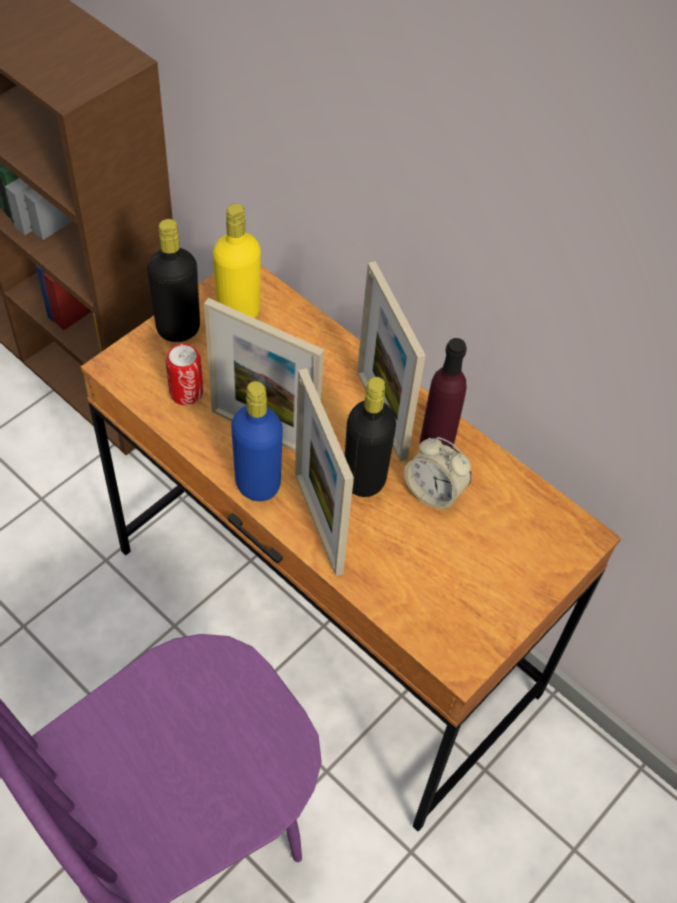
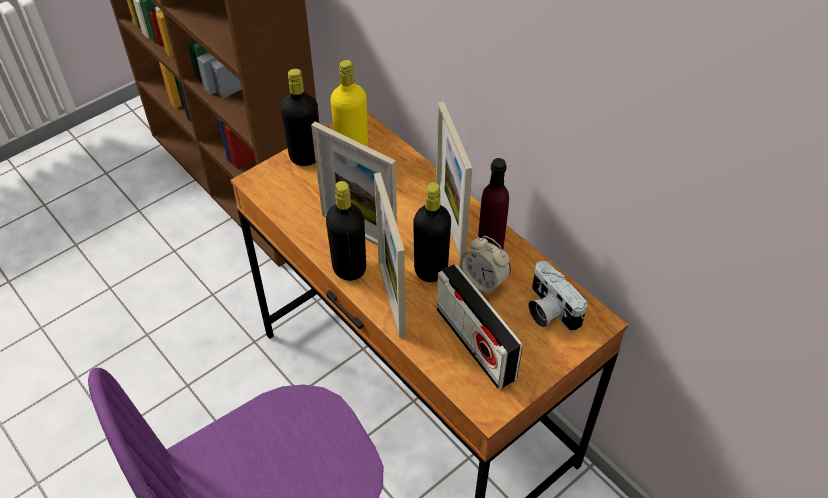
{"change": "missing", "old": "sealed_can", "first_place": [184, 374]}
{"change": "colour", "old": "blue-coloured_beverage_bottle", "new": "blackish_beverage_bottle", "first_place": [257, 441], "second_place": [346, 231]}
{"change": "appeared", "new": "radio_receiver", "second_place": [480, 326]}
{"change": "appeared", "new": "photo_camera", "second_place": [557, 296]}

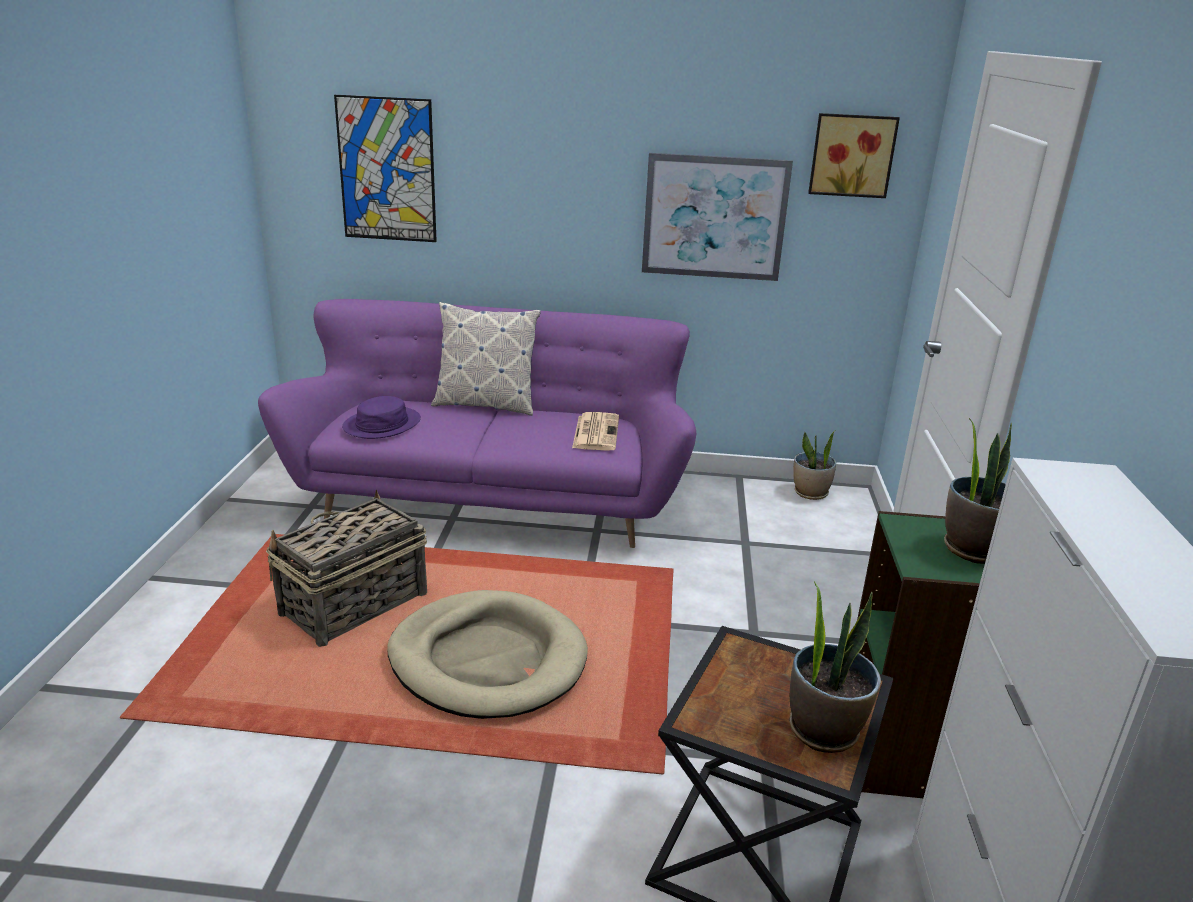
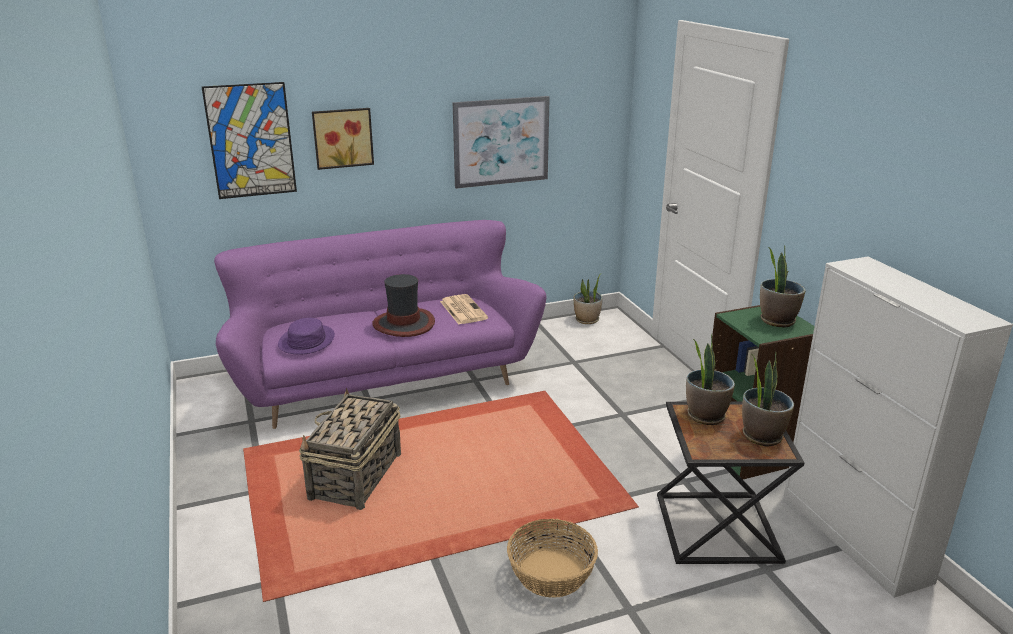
{"change": "missing", "old": "sand-coloured_dog_cushion", "first_place": [487, 654]}
{"change": "missing", "old": "throw_pillow", "first_place": [486, 359]}
{"change": "relocated", "old": "wall_picture", "first_place": [854, 155], "second_place": [343, 139]}
{"change": "appeared", "new": "clothing_hat", "second_place": [403, 305]}
{"change": "appeared", "new": "basket", "second_place": [552, 558]}
{"change": "appeared", "new": "plant_in_a_pot", "second_place": [710, 379]}

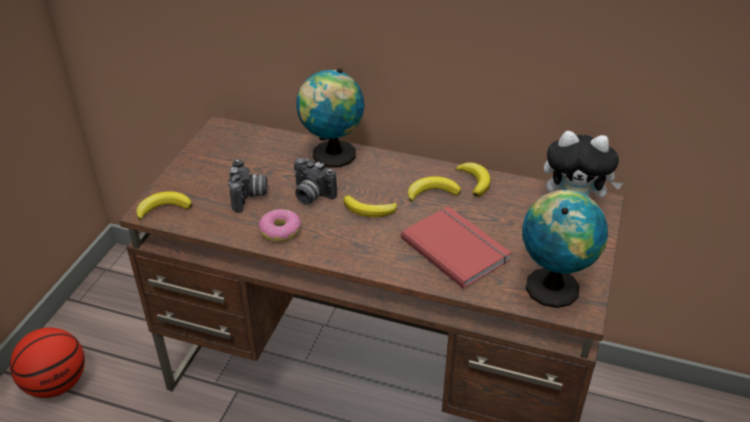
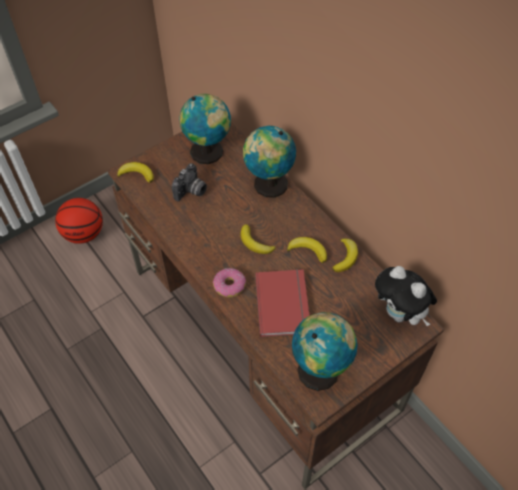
{"change": "relocated", "old": "donut", "first_place": [280, 225], "second_place": [229, 282]}
{"change": "missing", "old": "photo_camera", "first_place": [315, 181]}
{"change": "appeared", "new": "desk_globe", "second_place": [205, 129]}

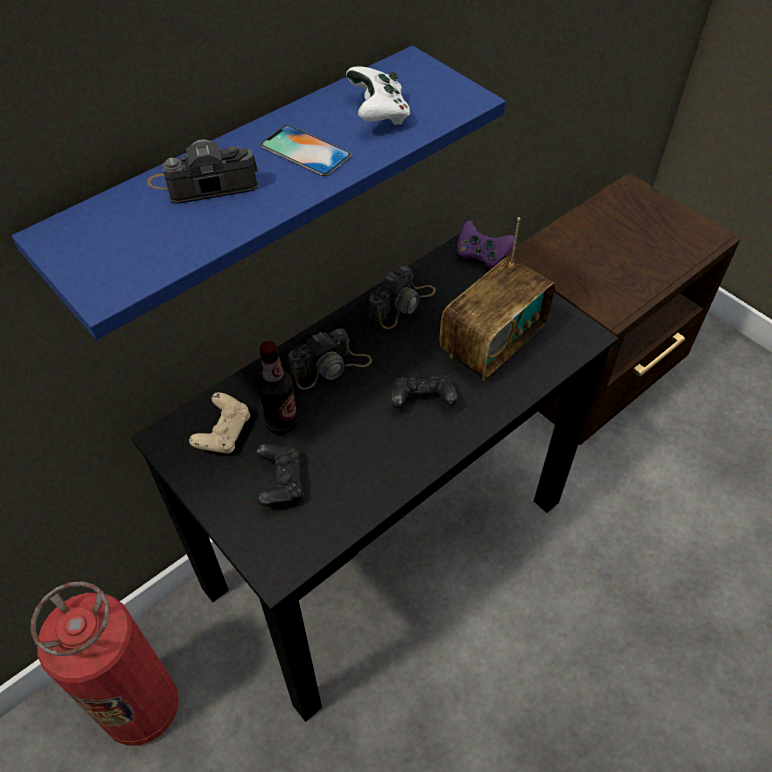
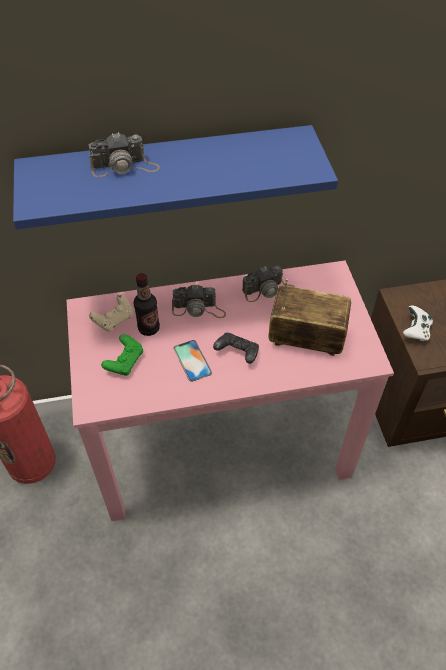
{"change": "colour", "old": "blackish_desk_unit", "new": "pinkish_desk_unit", "first_place": [375, 478], "second_place": [230, 390]}
{"change": "spun", "old": "photo_camera", "first_place": [202, 171], "second_place": [124, 154], "degrees": 150}
{"change": "colour", "old": "blackish_game_controller", "new": "green-coloured_game_controller", "first_place": [280, 475], "second_place": [122, 355]}
{"change": "relocated", "old": "handset", "first_place": [306, 150], "second_place": [193, 361]}
{"change": "relocated", "old": "whitish_game_controller", "first_place": [378, 95], "second_place": [418, 323]}
{"change": "spun", "old": "radio_receiver", "first_place": [497, 299], "second_place": [309, 317], "degrees": -150}
{"change": "missing", "old": "purplish_game_controller", "first_place": [486, 245]}

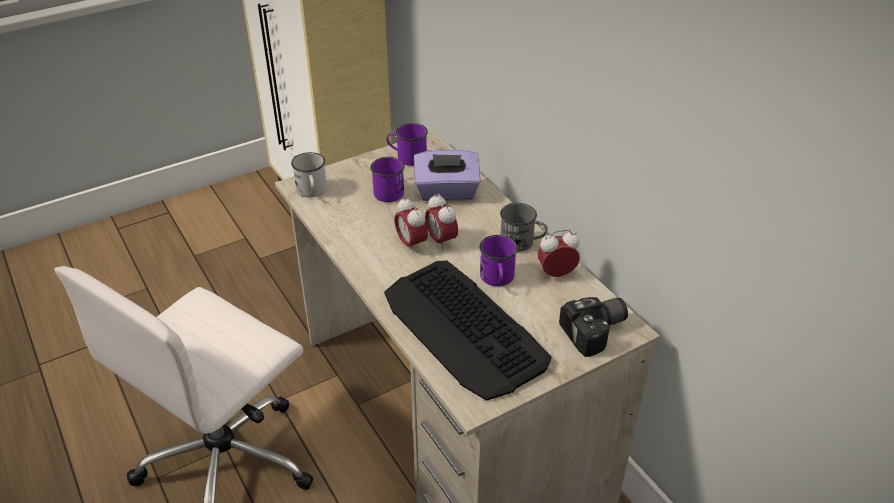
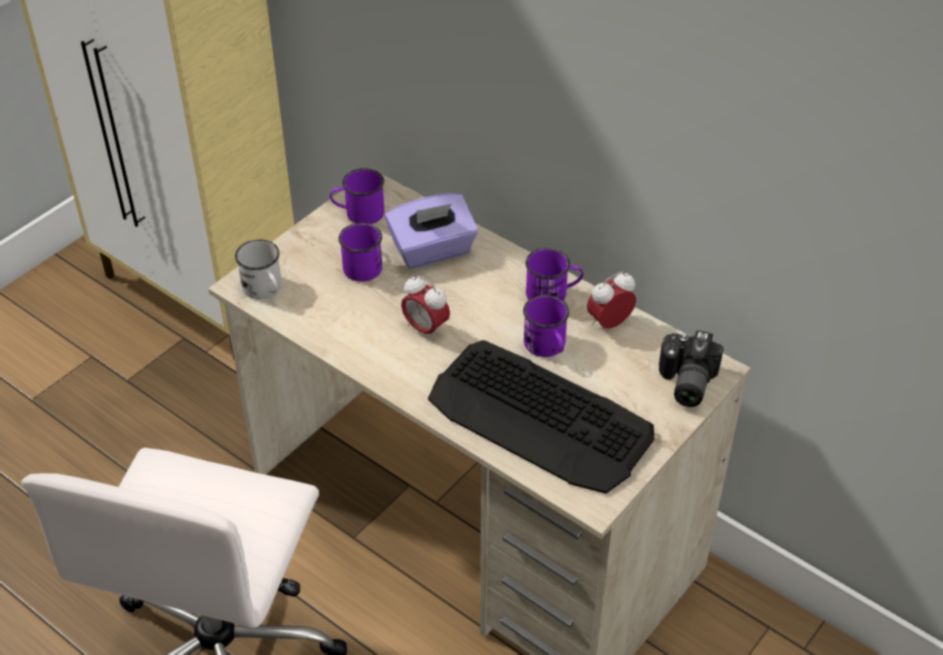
{"change": "missing", "old": "bedside_clock", "first_place": [441, 222]}
{"change": "colour", "old": "greyish_mug", "new": "purplish_mug", "first_place": [524, 227], "second_place": [554, 274]}
{"change": "spun", "old": "photo_camera", "first_place": [593, 327], "second_place": [691, 368], "degrees": 150}

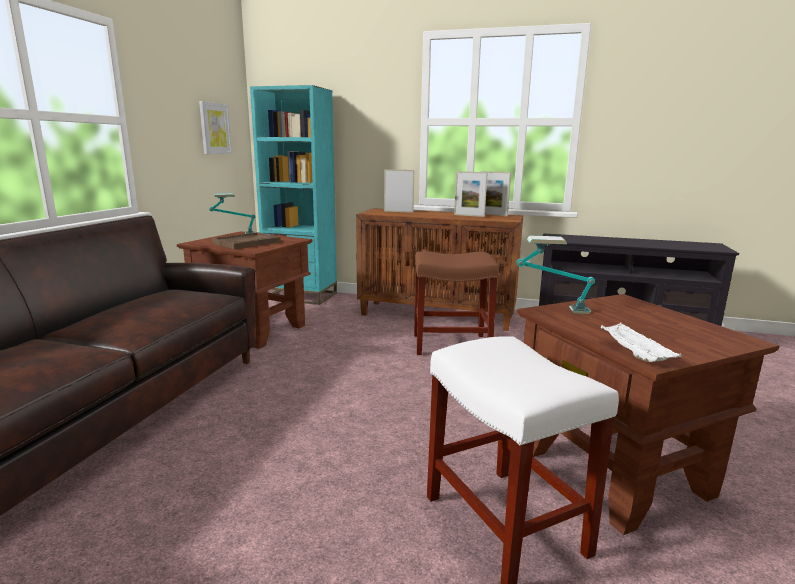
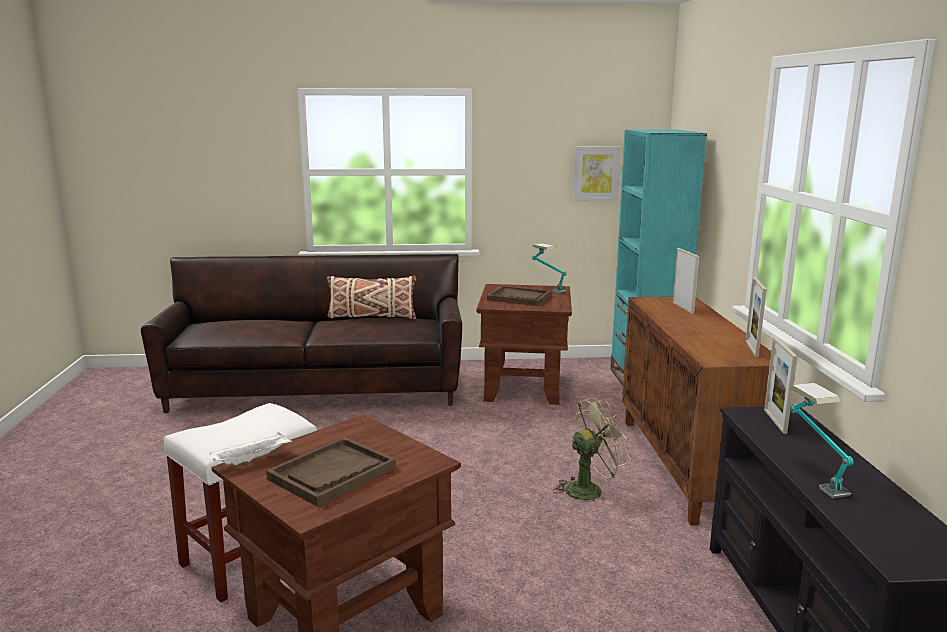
{"change": "exchanged", "old": "brownish_stool_seat", "new": "green-coloured_fan", "first_place": [456, 303], "second_place": [592, 450]}
{"change": "relocated", "old": "photo_frame", "first_place": [471, 194], "second_place": [780, 385]}
{"change": "relocated", "old": "lamp_for_a_table", "first_place": [556, 275], "second_place": [821, 440]}
{"change": "appeared", "new": "brownish_serving_tray", "second_place": [331, 472]}
{"change": "appeared", "new": "sand-coloured_throw_pillow", "second_place": [371, 297]}

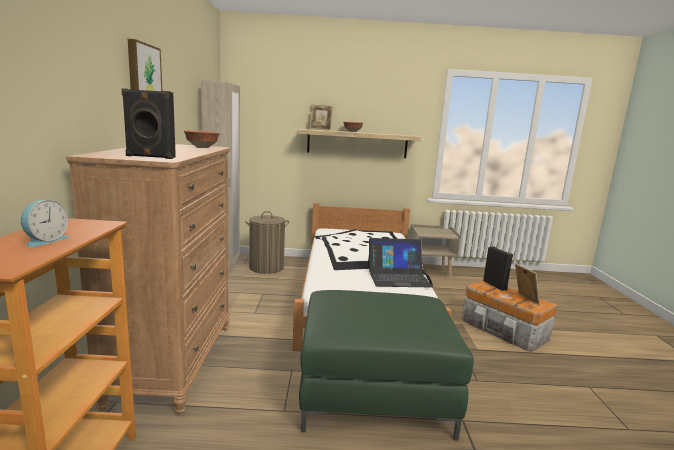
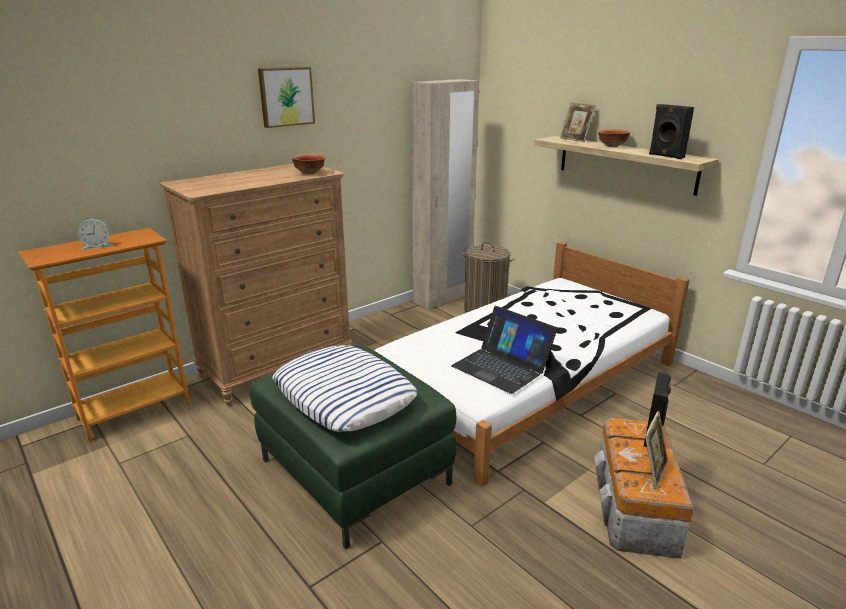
{"change": "relocated", "old": "blackish_audio_speaker", "first_place": [148, 123], "second_place": [671, 131]}
{"change": "missing", "old": "sand-coloured_nightstand", "first_place": [435, 251]}
{"change": "appeared", "new": "throw_pillow", "second_place": [344, 388]}

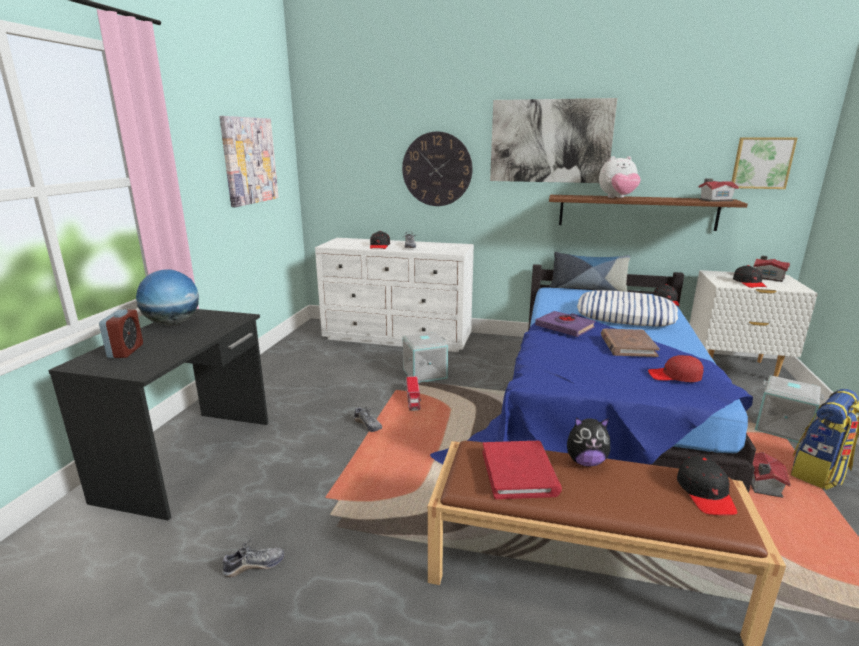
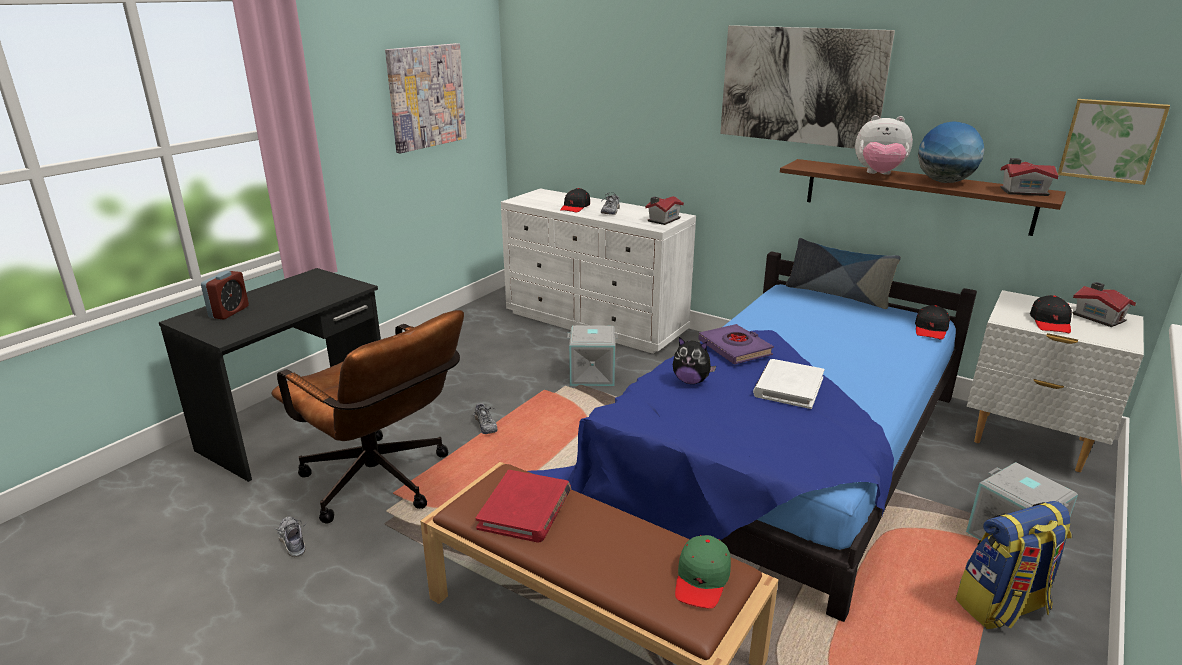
{"change": "relocated", "old": "desk_globe", "first_place": [167, 297], "second_place": [951, 152]}
{"change": "spun", "old": "low_shoe", "first_place": [252, 557], "second_place": [289, 536], "degrees": -120}
{"change": "missing", "old": "hanging_clock", "first_place": [437, 169]}
{"change": "missing", "old": "toy_lorry", "first_place": [413, 393]}
{"change": "relocated", "old": "cuddly_toy", "first_place": [589, 442], "second_place": [694, 360]}
{"change": "missing", "old": "throw_pillow", "first_place": [627, 308]}
{"change": "colour", "old": "brownish_book", "new": "whitish_book", "first_place": [630, 343], "second_place": [789, 384]}
{"change": "missing", "old": "reddish_peaked_cap", "first_place": [675, 368]}
{"change": "colour", "old": "blackish_peaked_cap", "new": "green-coloured_peaked_cap", "first_place": [707, 485], "second_place": [703, 572]}
{"change": "relocated", "old": "miniature_house", "first_place": [771, 475], "second_place": [664, 210]}
{"change": "appeared", "new": "brownish_desk_chair", "second_place": [367, 417]}

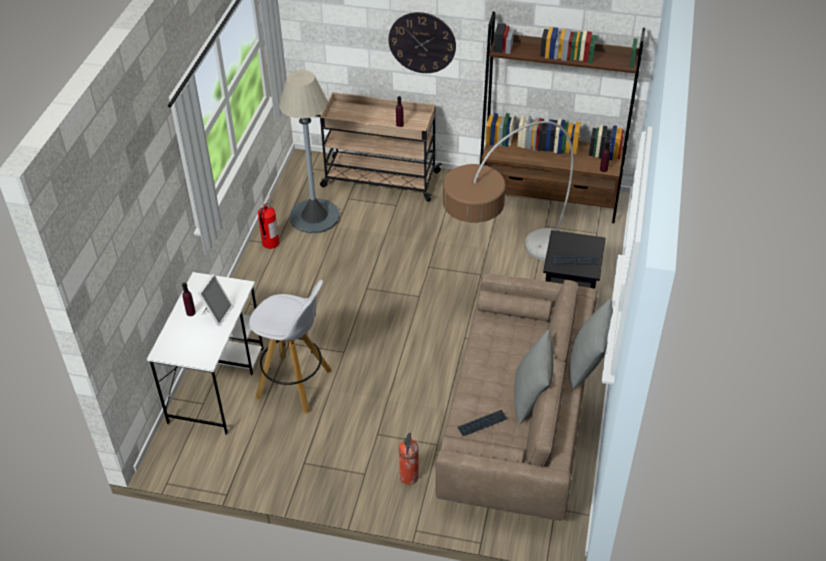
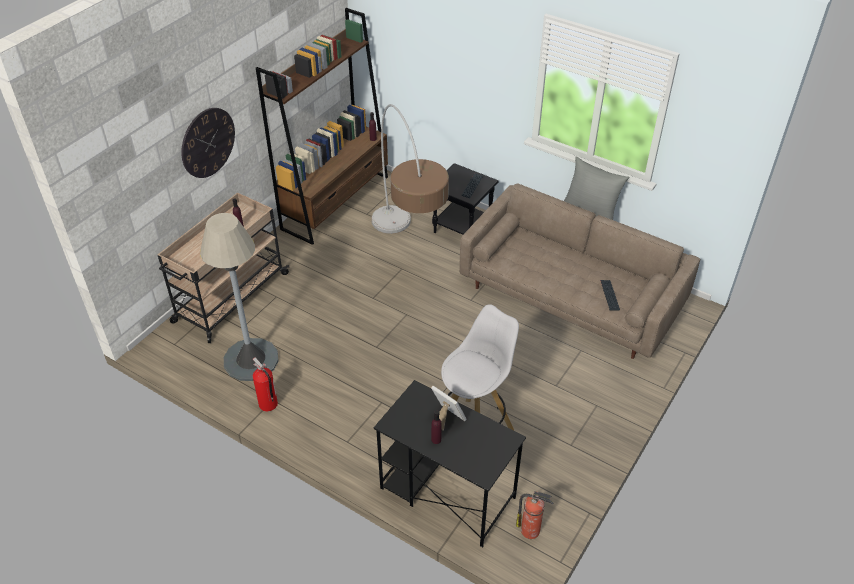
{"change": "colour", "old": "whitish_desk_unit", "new": "blackish_desk_unit", "first_place": [205, 353], "second_place": [450, 464]}
{"change": "relocated", "old": "extinguisher", "first_place": [409, 459], "second_place": [535, 515]}
{"change": "missing", "old": "greyish_throw_pillow", "first_place": [533, 378]}

